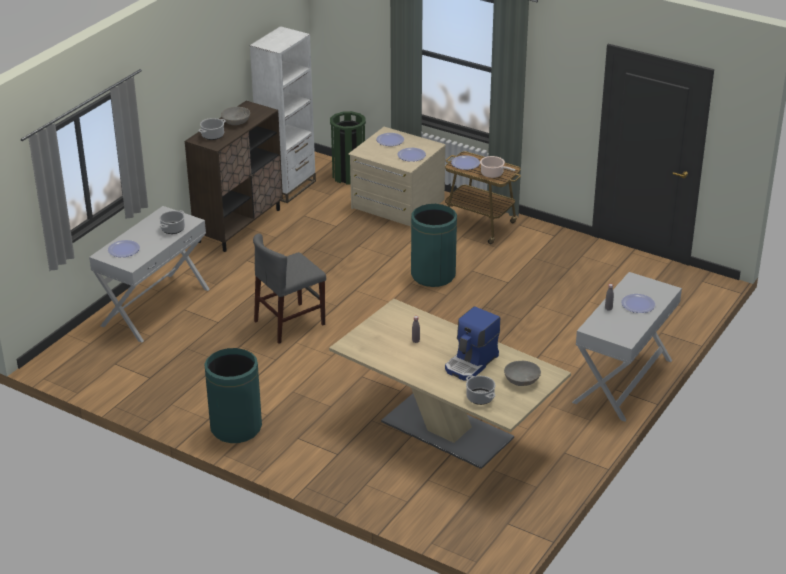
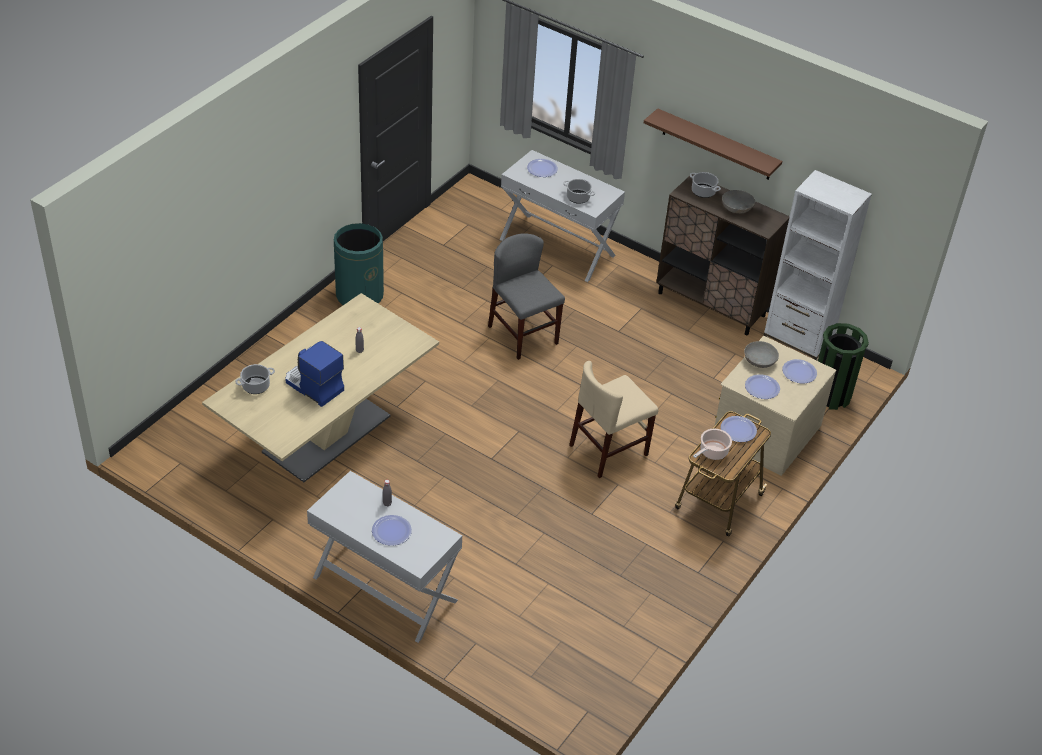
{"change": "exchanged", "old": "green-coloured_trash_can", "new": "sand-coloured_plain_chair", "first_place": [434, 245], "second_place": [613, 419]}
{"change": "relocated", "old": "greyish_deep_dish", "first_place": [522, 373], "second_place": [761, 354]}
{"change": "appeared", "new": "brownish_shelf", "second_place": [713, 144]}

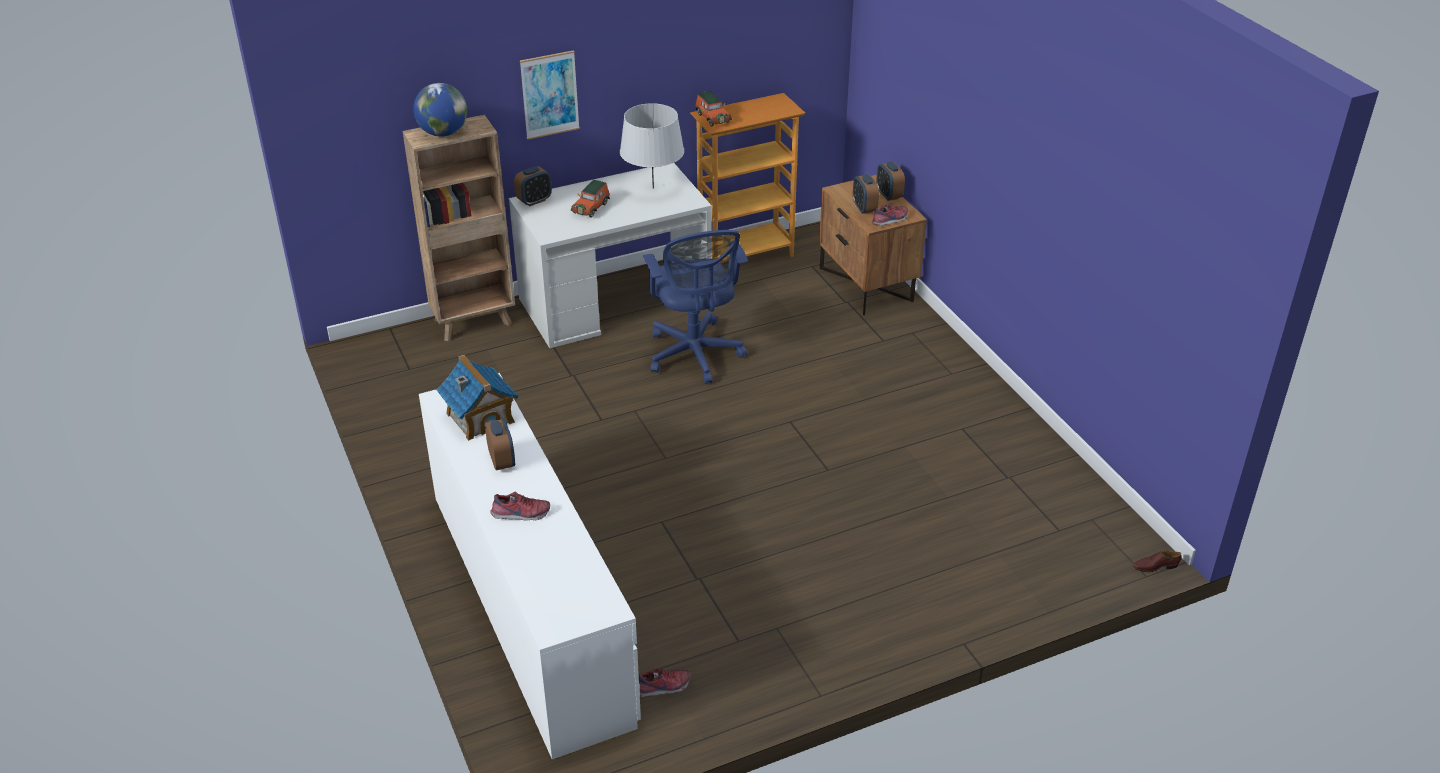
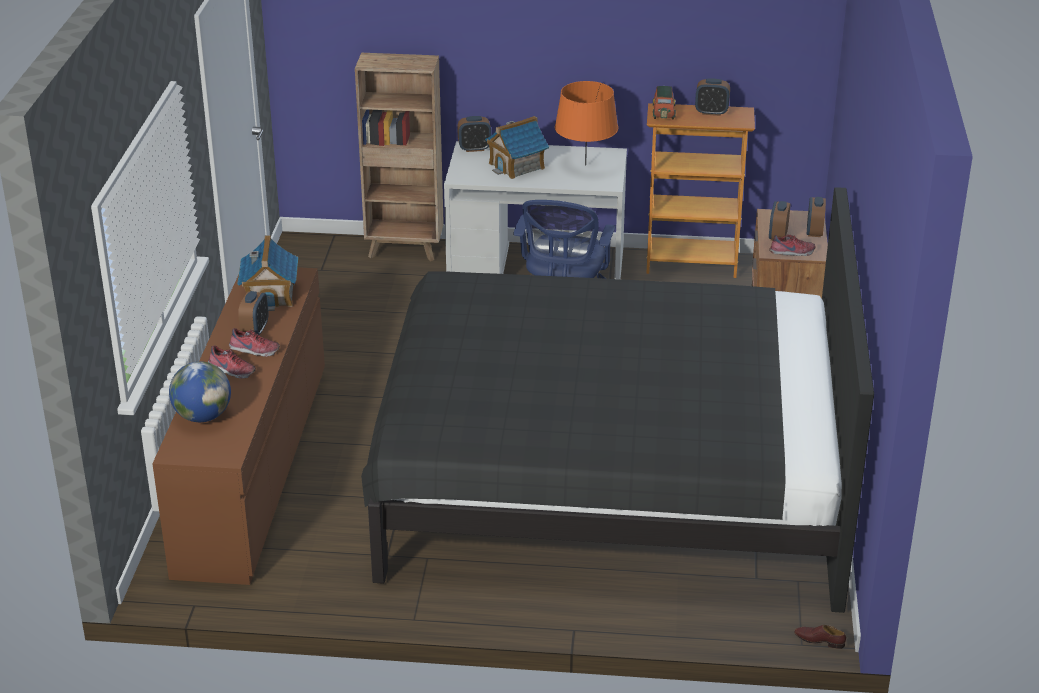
{"change": "relocated", "old": "desk_globe", "first_place": [440, 110], "second_place": [200, 391]}
{"change": "colour", "old": "whitish_chest_of_drawers", "new": "brownish_chest_of_drawers", "first_place": [530, 566], "second_place": [238, 426]}
{"change": "missing", "old": "wall_picture", "first_place": [550, 95]}
{"change": "exchanged", "old": "miniature_car", "new": "miniature_house", "first_place": [590, 198], "second_place": [517, 147]}
{"change": "colour", "old": "greyish_lamp_for_a_table", "new": "orange_lamp_for_a_table", "first_place": [652, 146], "second_place": [586, 123]}
{"change": "relocated", "old": "low_shoe", "first_place": [665, 682], "second_place": [254, 342]}
{"change": "appeared", "new": "blackish_bed", "second_place": [617, 400]}
{"change": "appeared", "new": "bedside_clock", "second_place": [712, 97]}

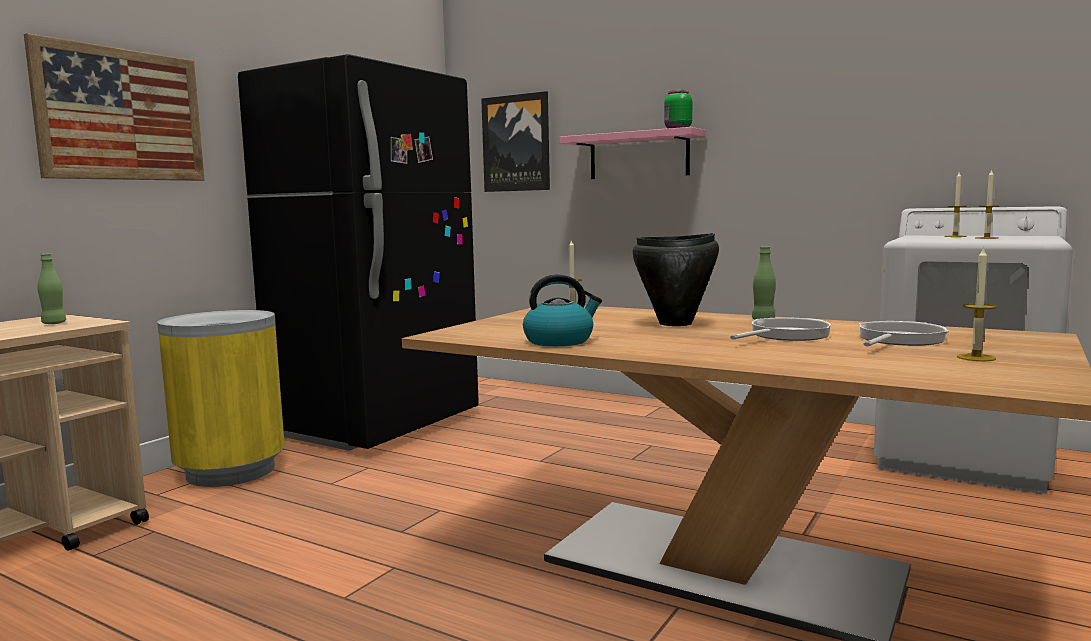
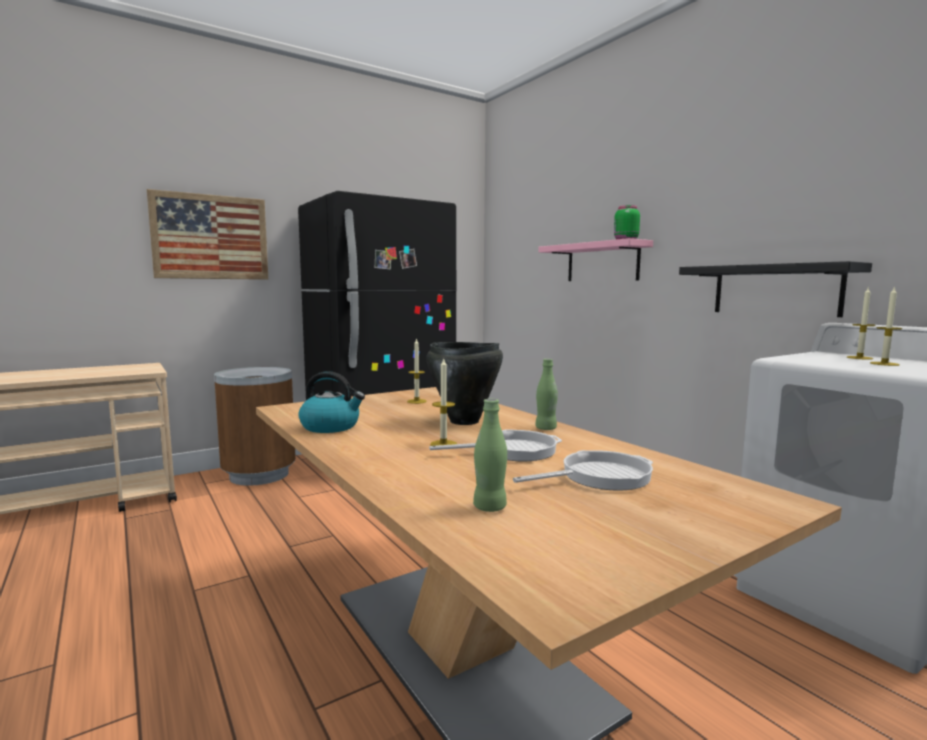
{"change": "relocated", "old": "green-coloured_beverage_bottle", "first_place": [52, 288], "second_place": [490, 455]}
{"change": "colour", "old": "yellowish_trash_can", "new": "brownish_trash_can", "first_place": [221, 398], "second_place": [255, 426]}
{"change": "missing", "old": "wall_picture", "first_place": [515, 141]}
{"change": "relocated", "old": "candle", "first_place": [977, 303], "second_place": [443, 401]}
{"change": "appeared", "new": "blackish_shelf", "second_place": [775, 289]}

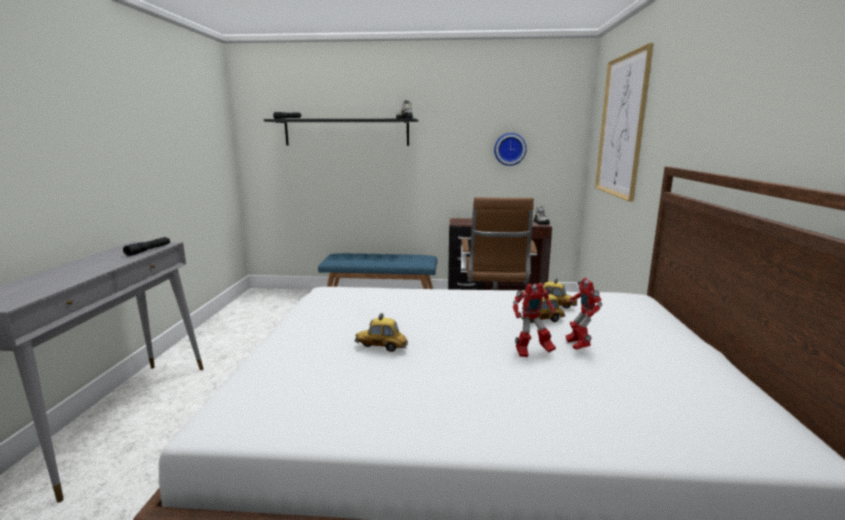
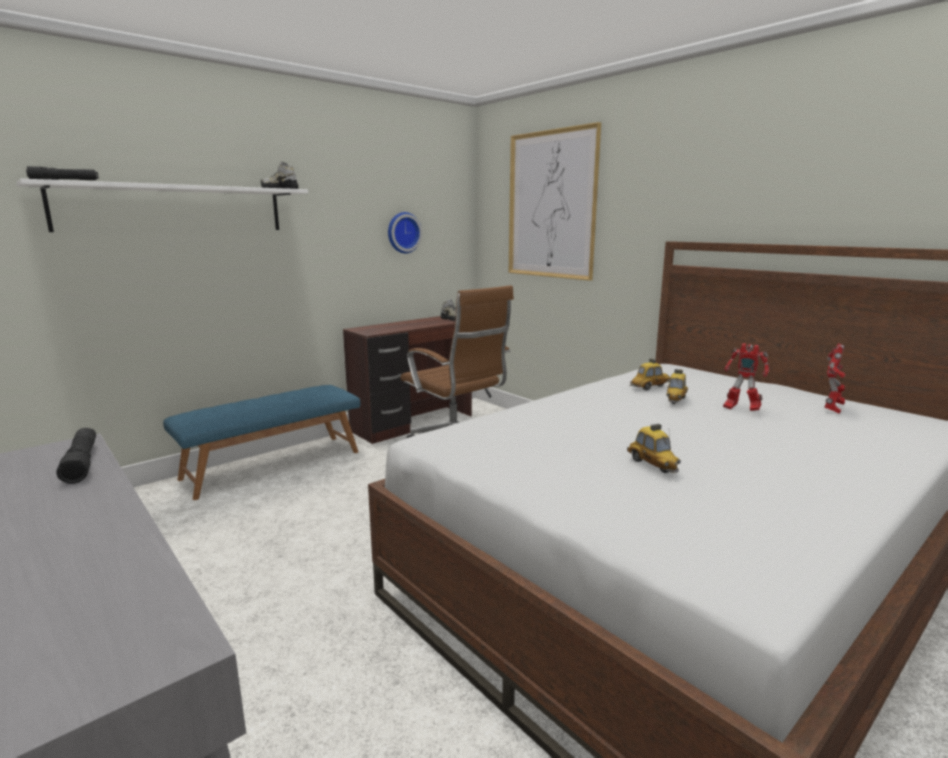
{"change": "colour", "old": "blackish_shelf", "new": "whitish_shelf", "first_place": [341, 132], "second_place": [162, 205]}
{"change": "spun", "old": "miniature_car", "first_place": [381, 332], "second_place": [654, 448], "degrees": -75}
{"change": "relocated", "old": "toy_robot", "first_place": [534, 320], "second_place": [835, 378]}

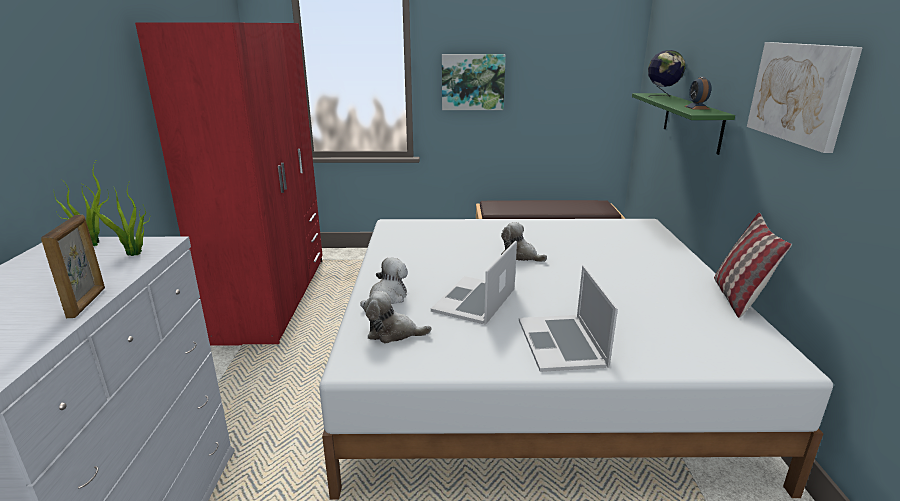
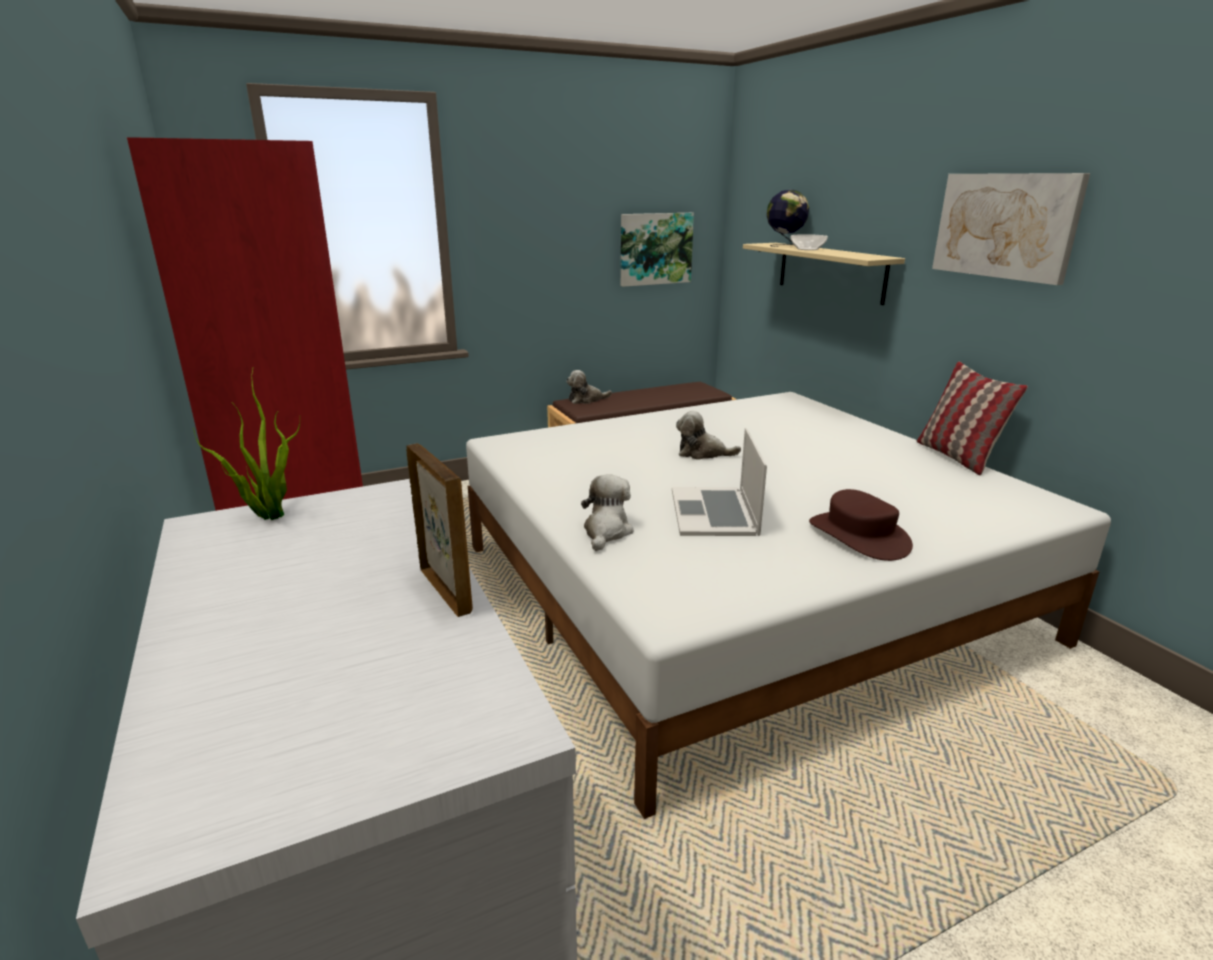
{"change": "missing", "old": "plant_in_a_pot", "first_place": [115, 218]}
{"change": "relocated", "old": "cuddly_toy", "first_place": [397, 317], "second_place": [589, 387]}
{"change": "relocated", "old": "wall_picture", "first_place": [474, 82], "second_place": [657, 250]}
{"change": "exchanged", "old": "notebook_computer", "new": "brownish_clothing_hat", "first_place": [568, 318], "second_place": [861, 525]}
{"change": "colour", "old": "green-coloured_shelf", "new": "sand-coloured_shelf", "first_place": [683, 124], "second_place": [824, 274]}
{"change": "missing", "old": "bedside_clock", "first_place": [697, 93]}
{"change": "appeared", "new": "deep_dish", "second_place": [809, 242]}

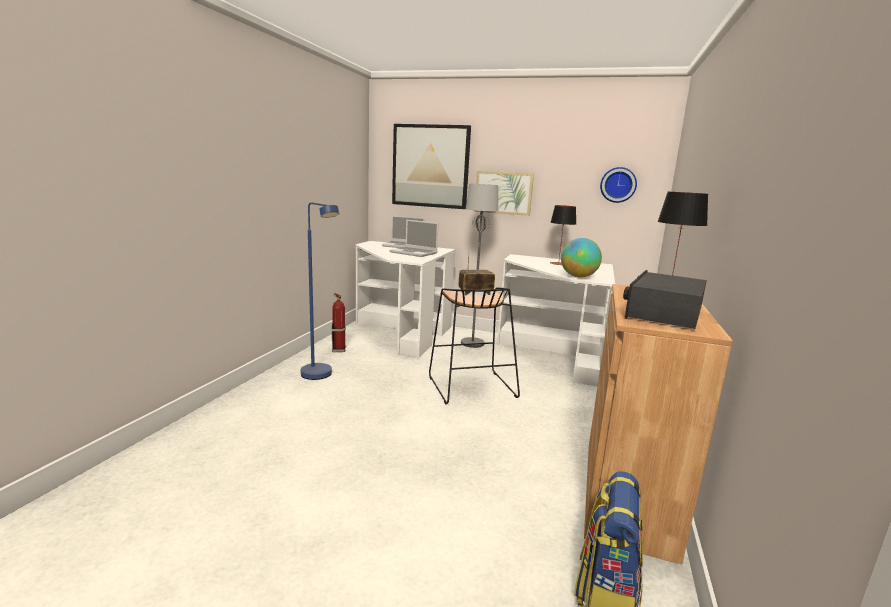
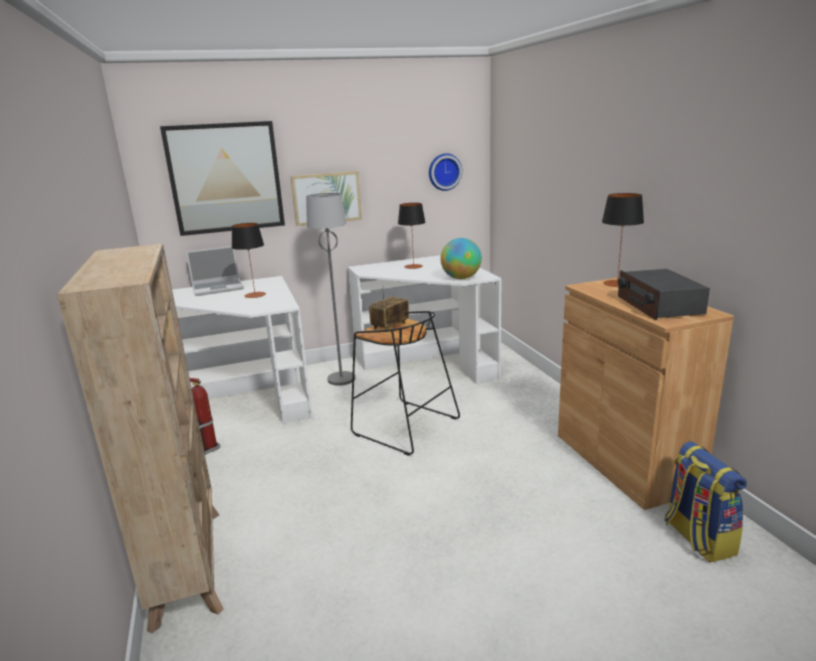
{"change": "missing", "old": "blue-coloured_floor_lamp", "first_place": [320, 291]}
{"change": "exchanged", "old": "notebook_computer", "new": "lamp_for_a_table", "first_place": [414, 238], "second_place": [249, 260]}
{"change": "appeared", "new": "sand-coloured_bookshelf", "second_place": [139, 438]}

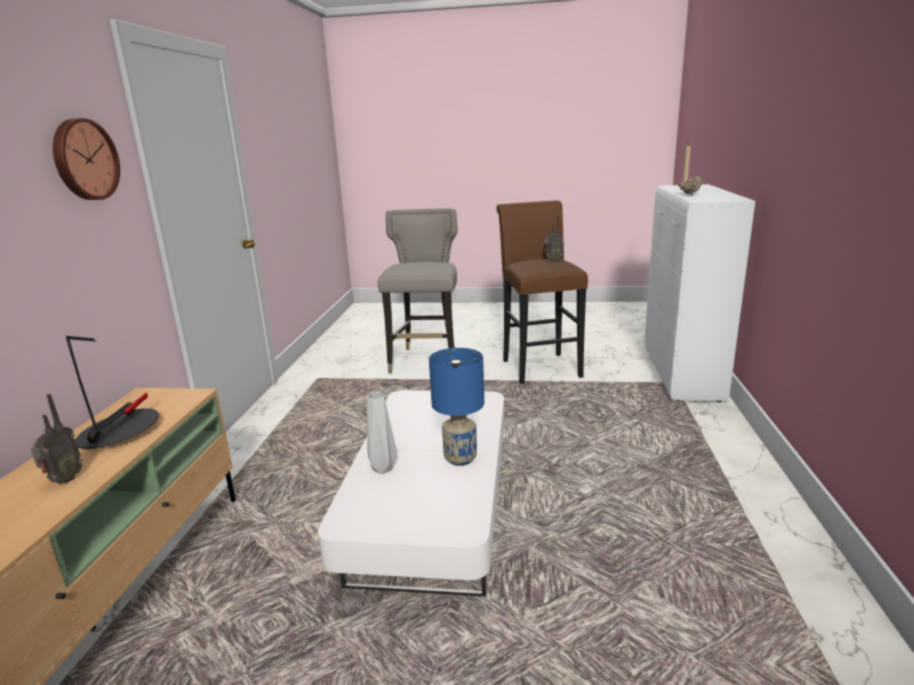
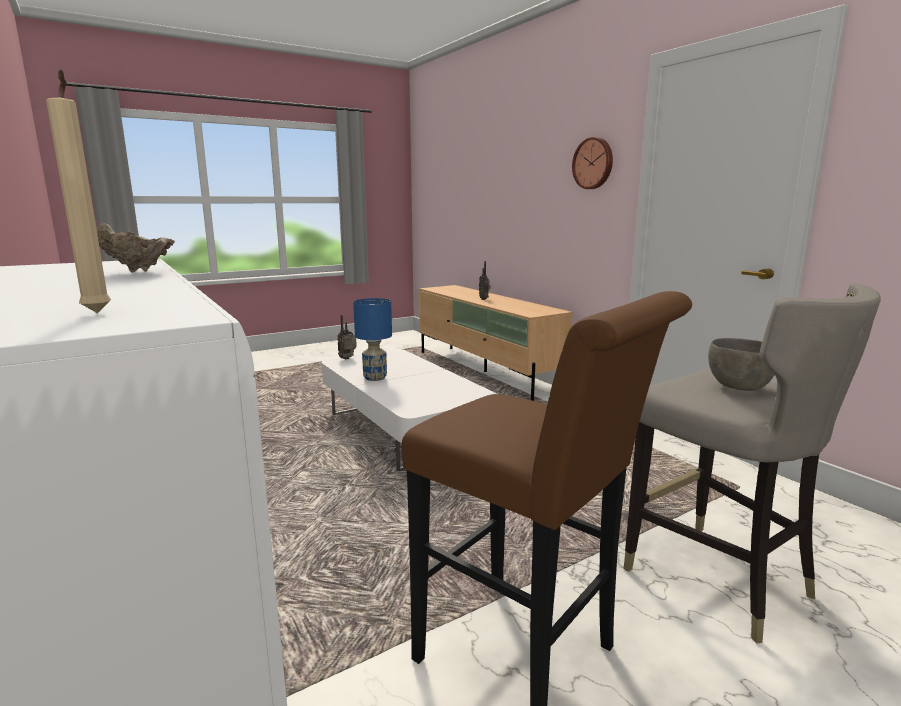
{"change": "missing", "old": "lamp_for_a_table", "first_place": [112, 392]}
{"change": "missing", "old": "greyish_decorative_vase", "first_place": [382, 433]}
{"change": "relocated", "old": "radio_receiver", "first_place": [554, 238], "second_place": [347, 336]}
{"change": "appeared", "new": "greyish_deep_dish", "second_place": [741, 364]}

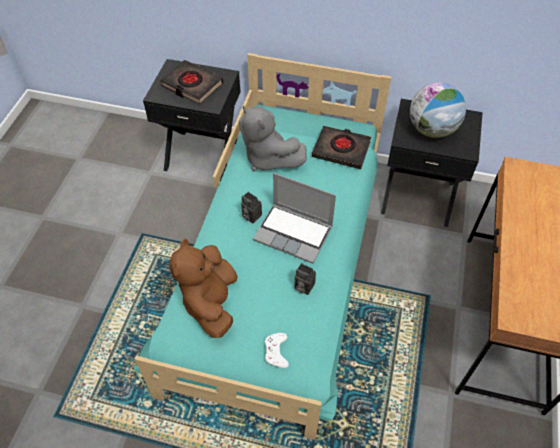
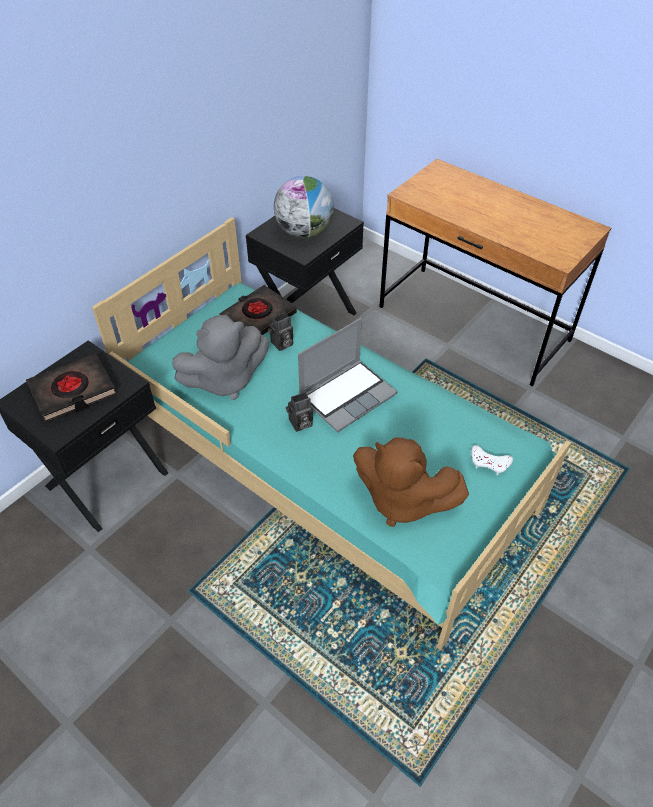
{"change": "relocated", "old": "photo_camera", "first_place": [305, 279], "second_place": [280, 331]}

